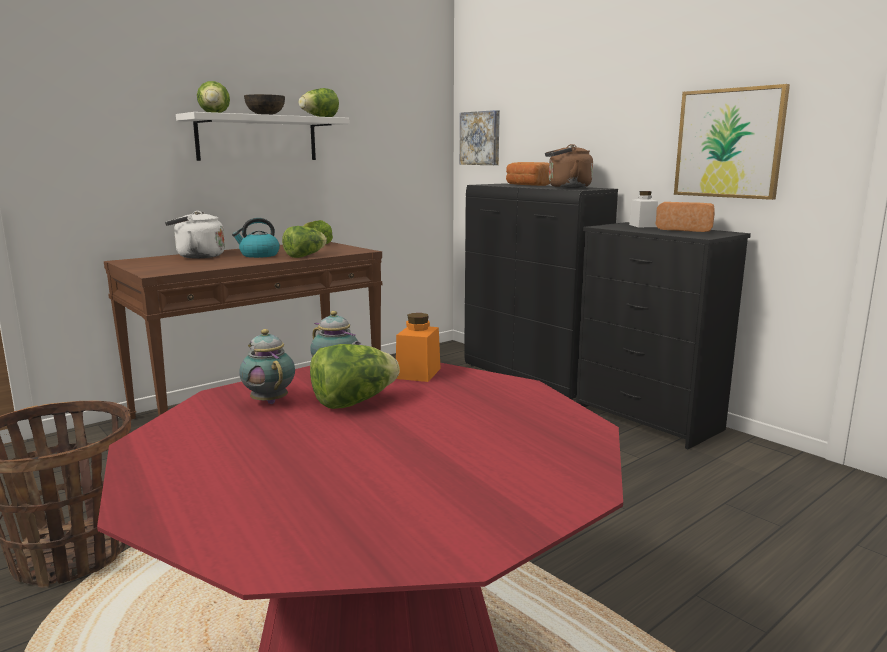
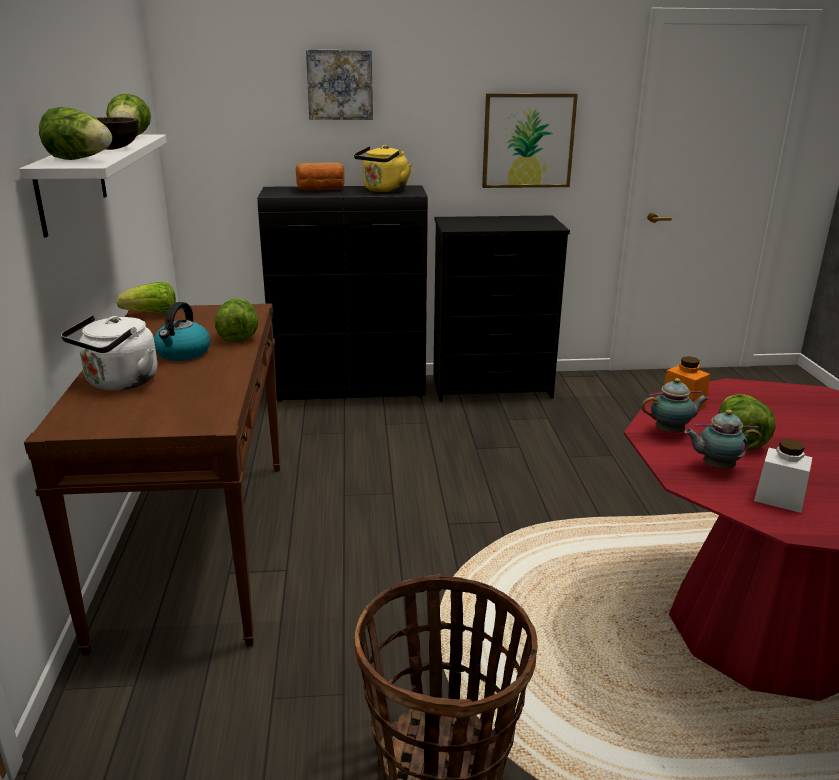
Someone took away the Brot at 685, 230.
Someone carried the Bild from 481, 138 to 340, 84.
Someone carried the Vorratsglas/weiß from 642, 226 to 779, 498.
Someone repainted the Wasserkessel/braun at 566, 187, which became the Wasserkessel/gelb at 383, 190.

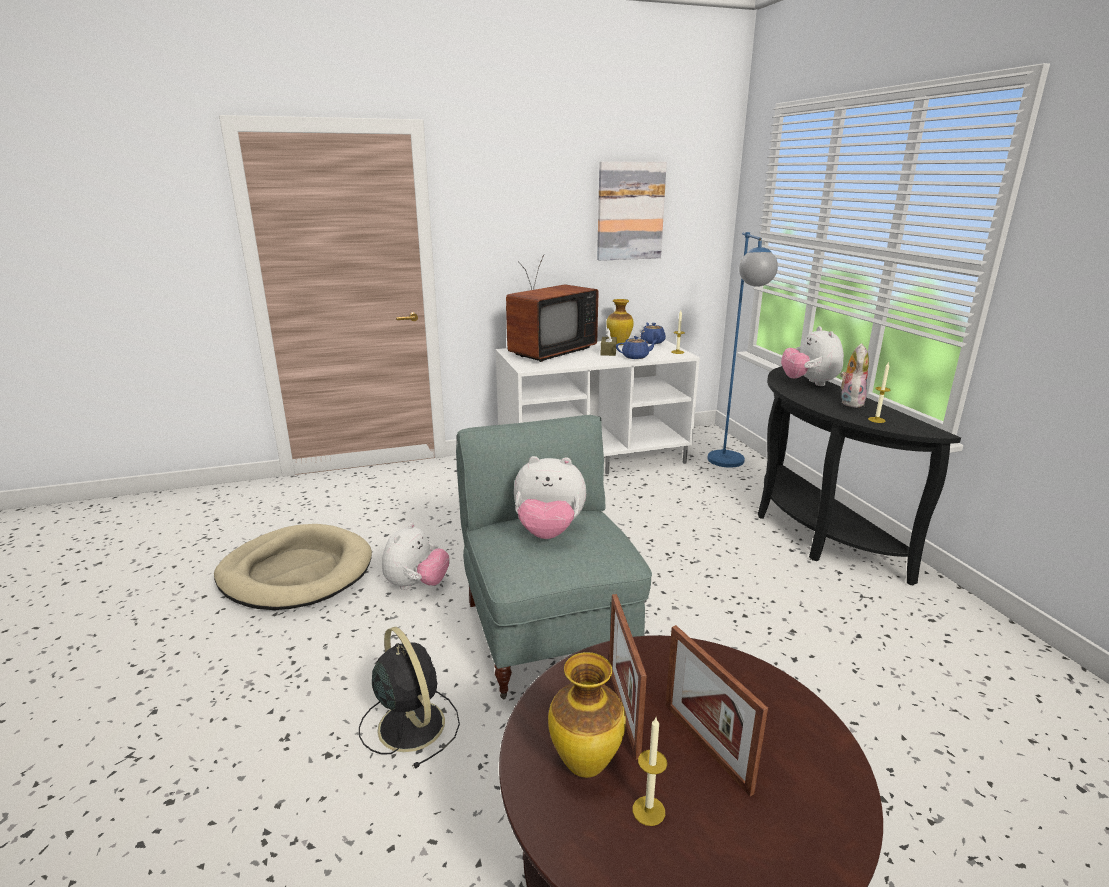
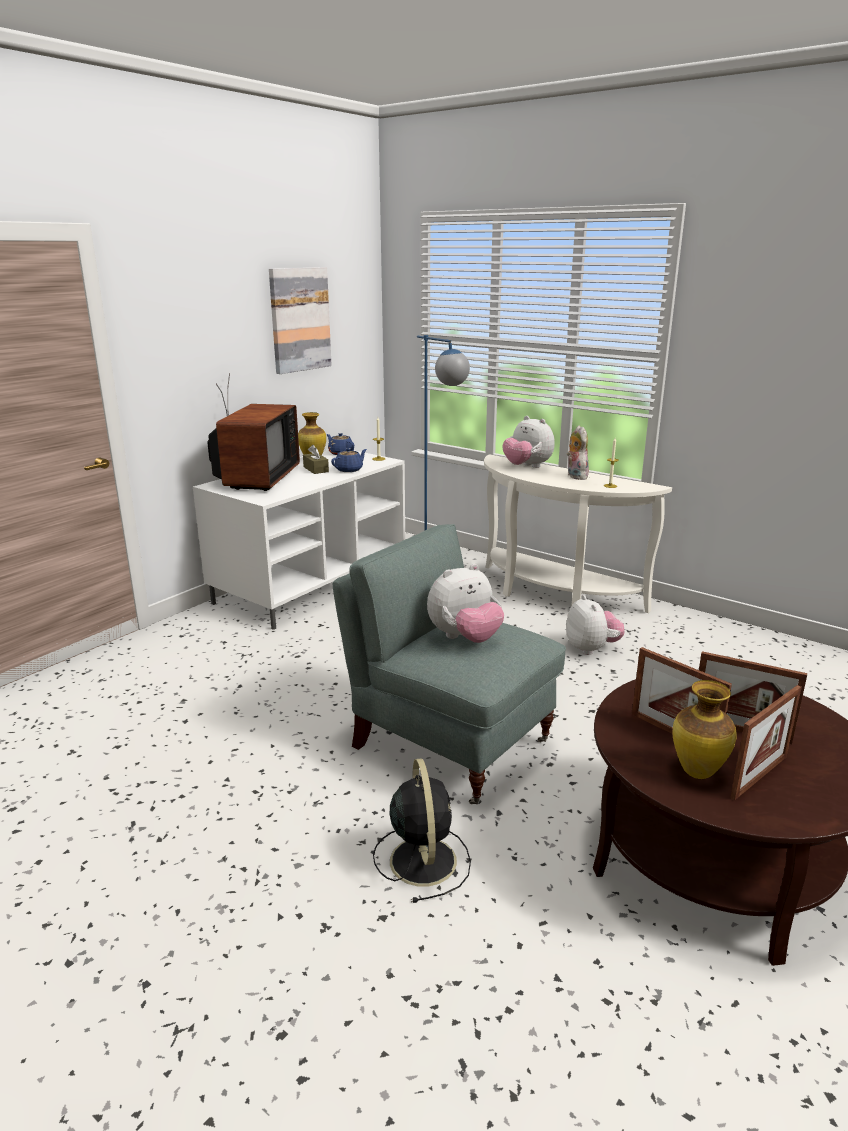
Someone took away the Hundebett/beige at 296, 572.
Someone carried the Plüschtier from 416, 585 to 592, 649.
Someone swapped the Kerze at 648, 811 for the Bilderrahmen at 759, 776.
Someone repainted the Konsolentisch/schwarz at 811, 531, which became the Konsolentisch/weiß at 552, 595.
Someone rotated the Ventilator/schwarz at 410, 723 by 60 degrees clockwise.

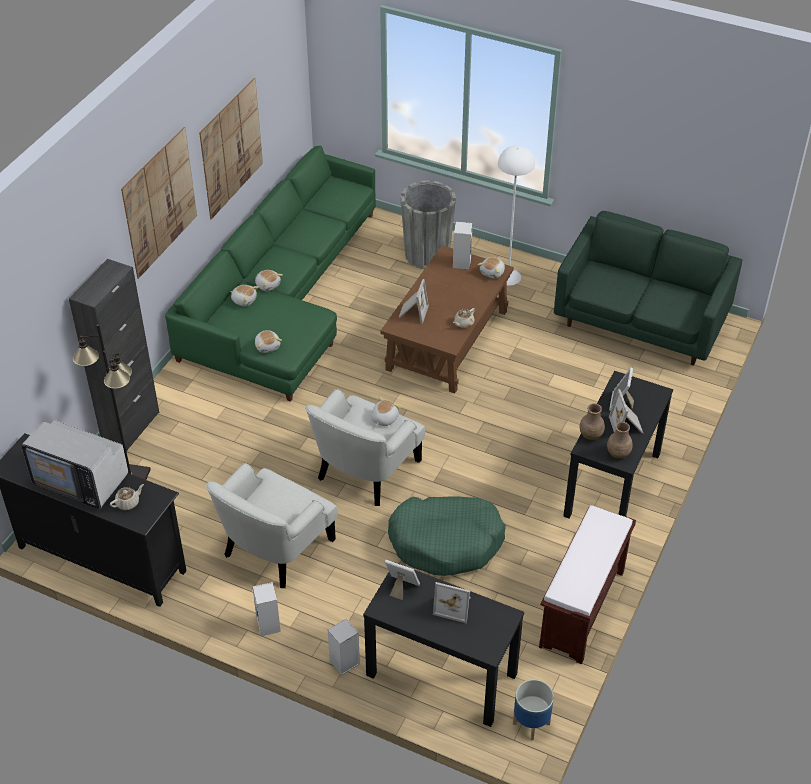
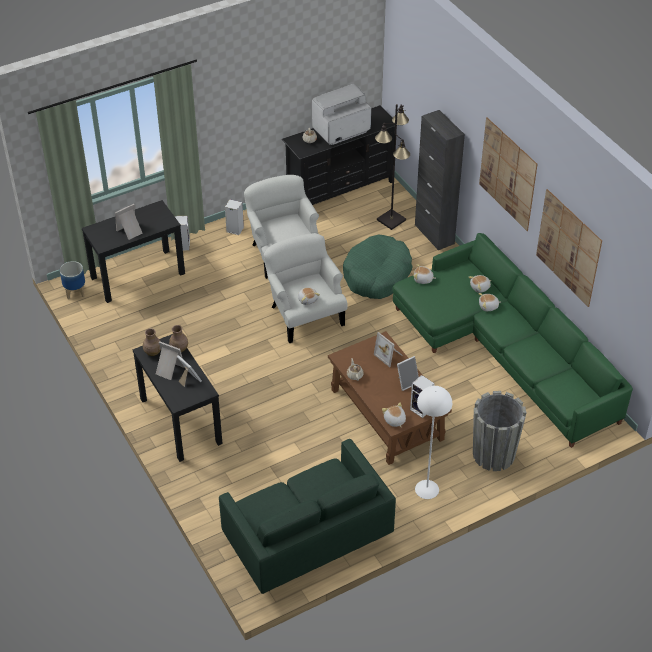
Someone took away the Bank/braun at 582, 610.
Someone carried the Bilderrahmen from 401, 587 to 407, 382.
Someone carried the Hundebett/grün from 446, 542 to 377, 275.

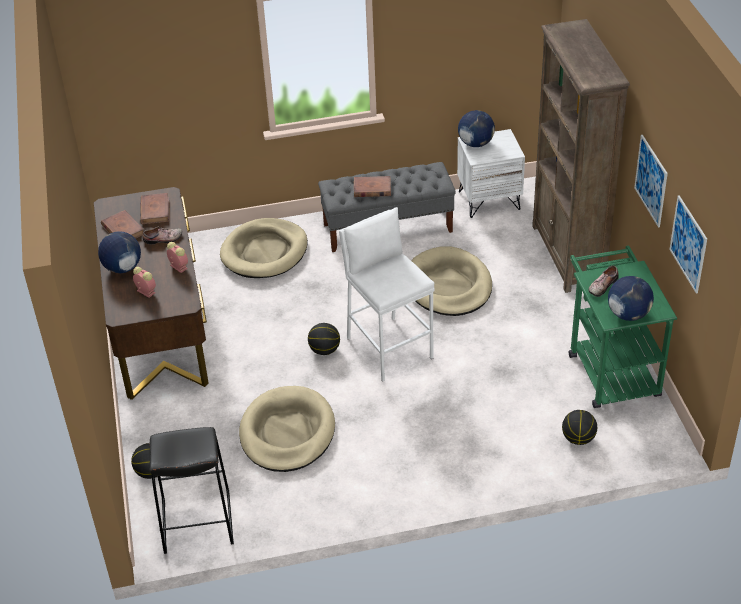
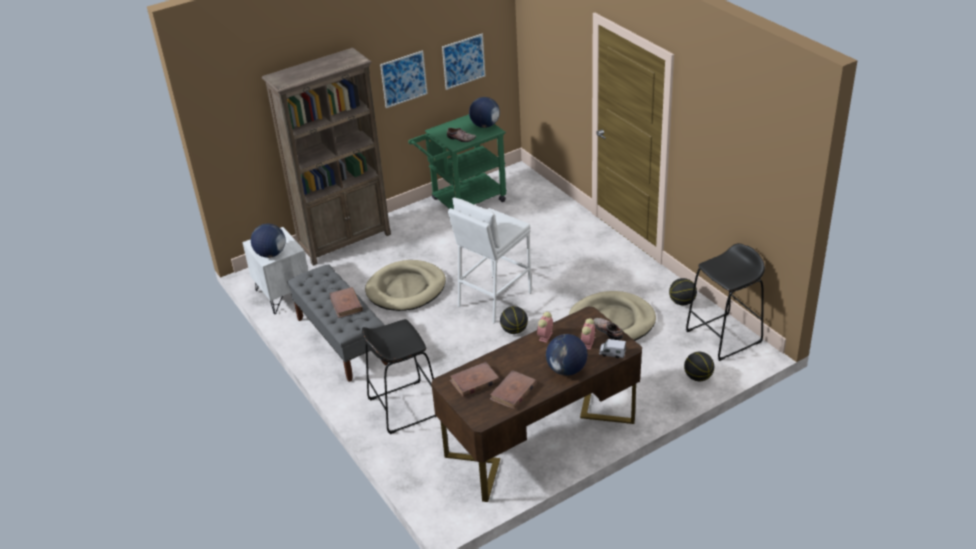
Someone put down the Spielzeuglaster at 612, 353.
Someone carried the Schuh from 163, 239 to 608, 331.
Someone carried the Basketball from 578, 439 to 682, 302.
Someone swapped the Hundebett/beige at 264, 252 for the Hocker/schwarz at 404, 407.

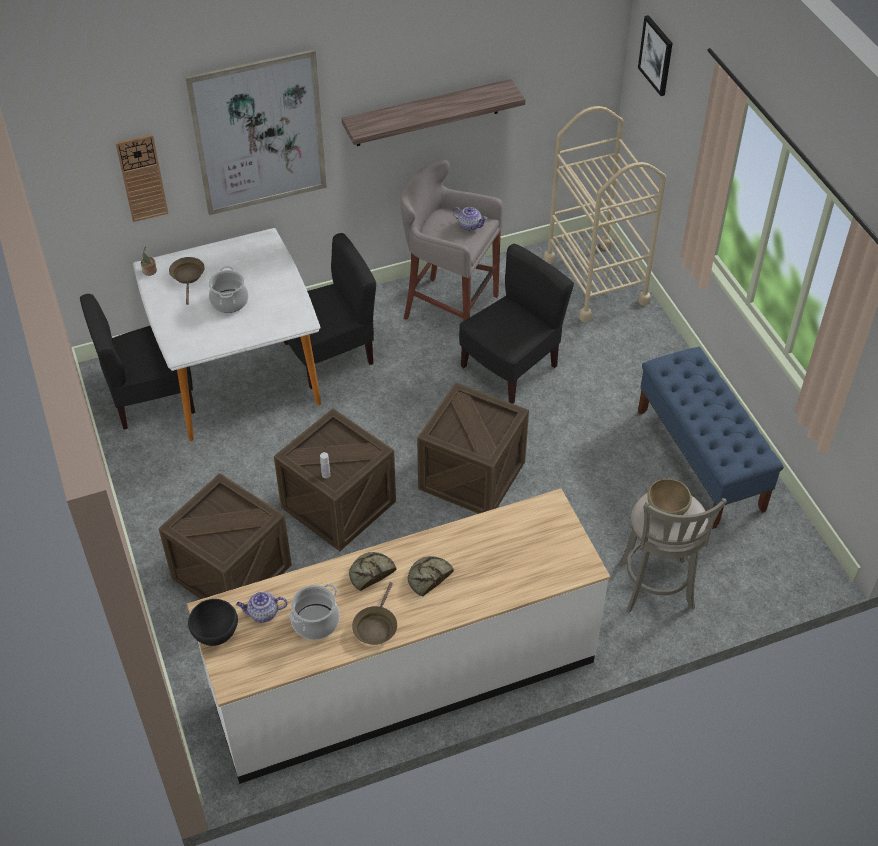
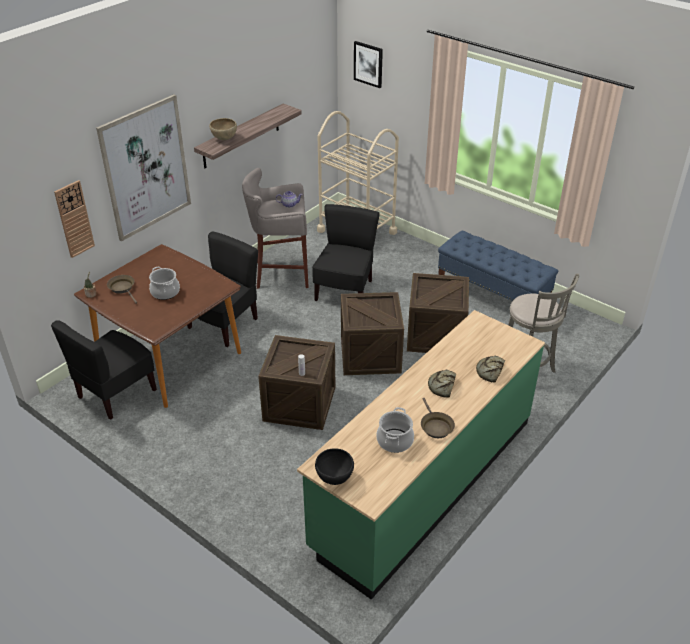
Someone took away the Teekanne at 263, 613.
Someone carried the Kiste from 231, 572 to 435, 335.
Someone carried the Brot from 370, 573 to 490, 371.
Someone carried the Schüssel/braun from 666, 511 to 224, 139.
Someone repainted the Esstisch/weiß at 237, 375, which became the Esstisch/braun at 169, 357.
Someone repainted the Küchenzeile/weiß at 403, 676, which became the Küchenzeile/grün at 423, 482.

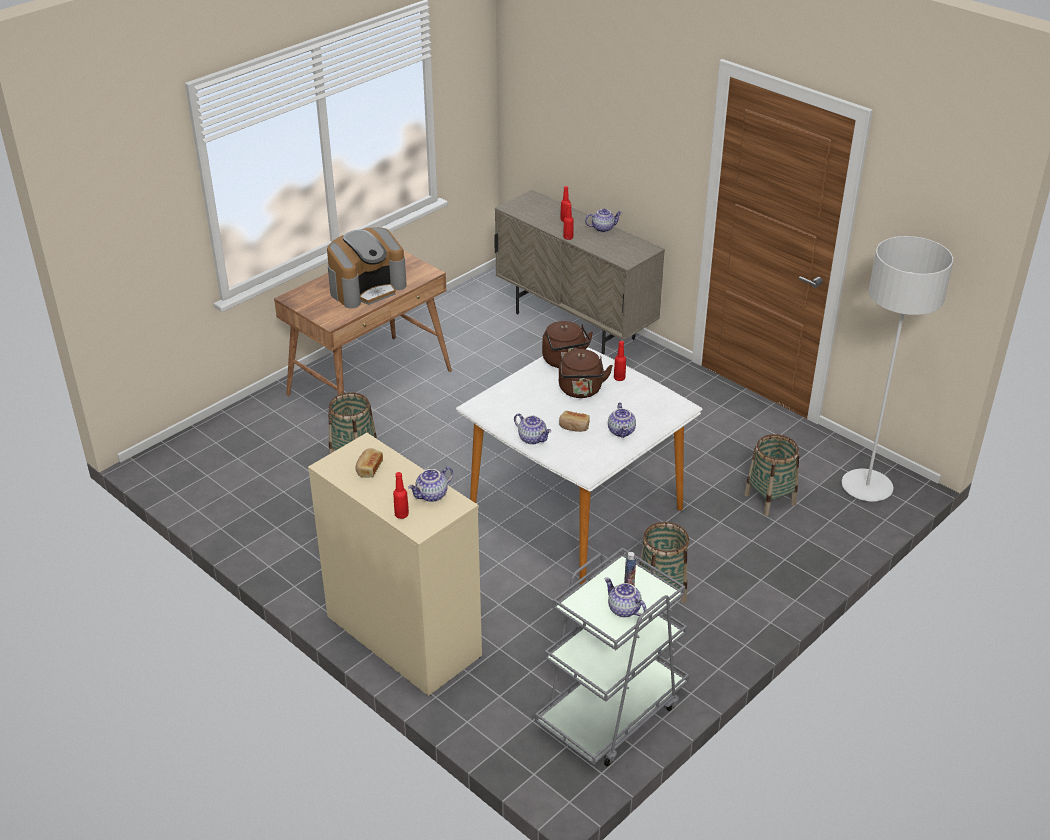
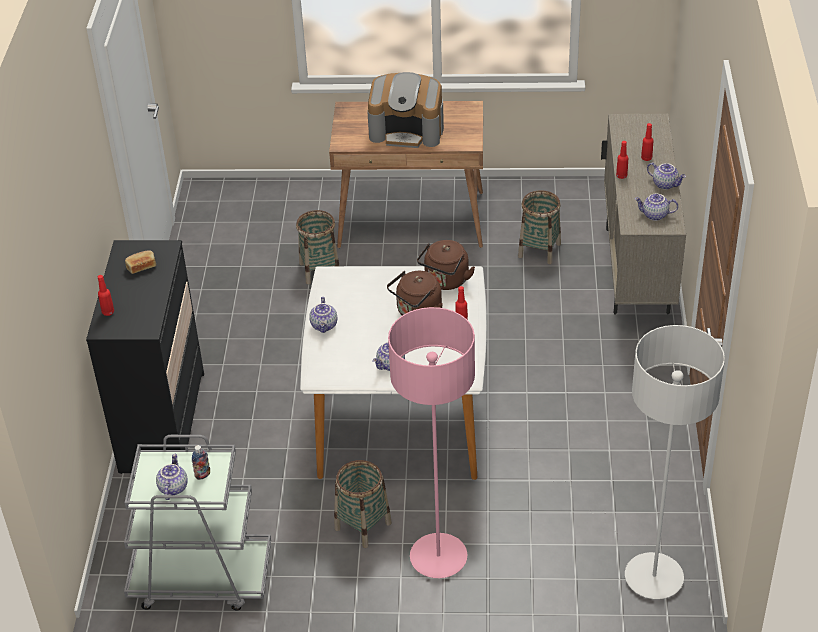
Someone took away the Brot at 574, 427.
Someone put down the Stehlampe/rosa at 438, 557.
Someone carried the Teekanne from 432, 495 to 654, 215.
Someone carried the Korb from 770, 499 to 539, 250.
Someone repainted the Kommode/beige at 403, 636, which became the Kommode/schwarz at 163, 422.

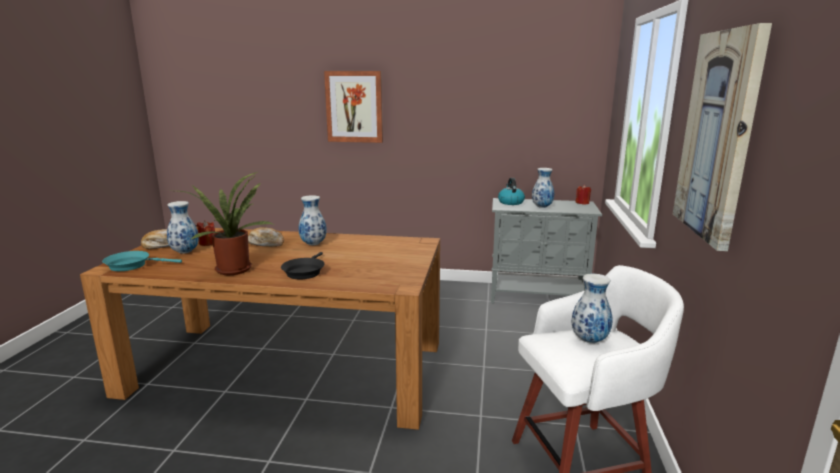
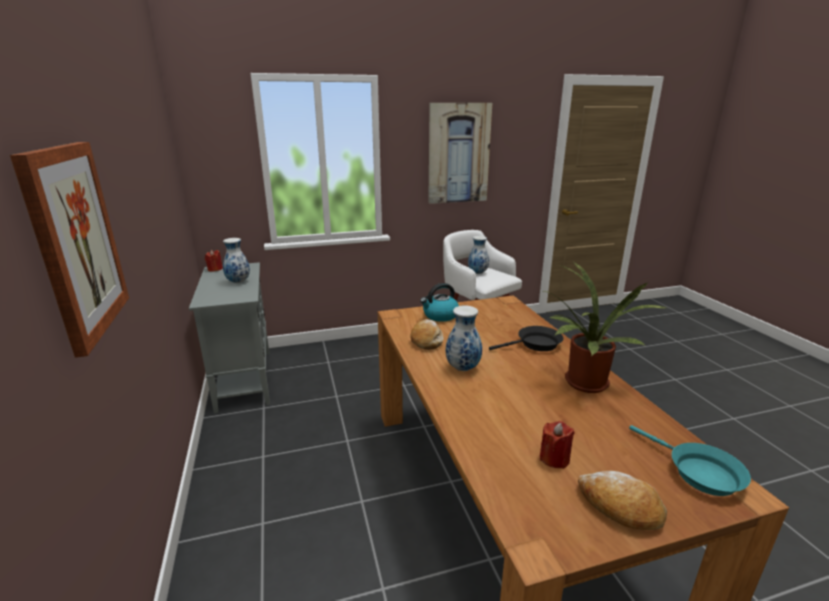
Someone took away the Vase at 185, 252.
Someone carried the Brot from 266, 243 to 426, 340.
Someone carried the Wasserkessel from 510, 202 to 440, 316.

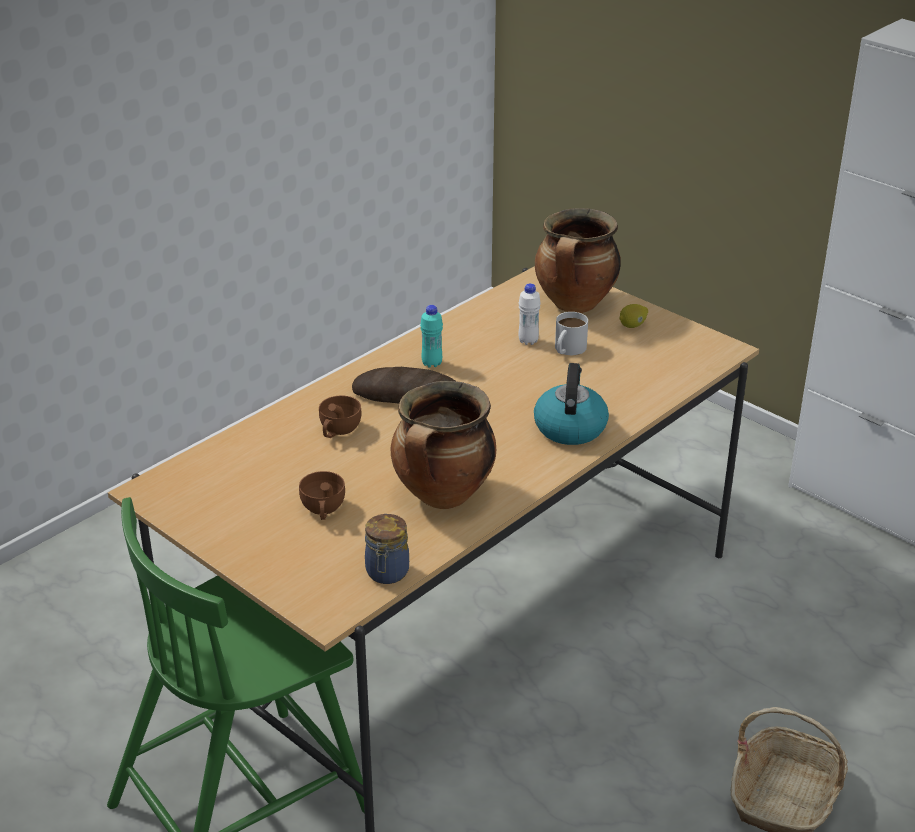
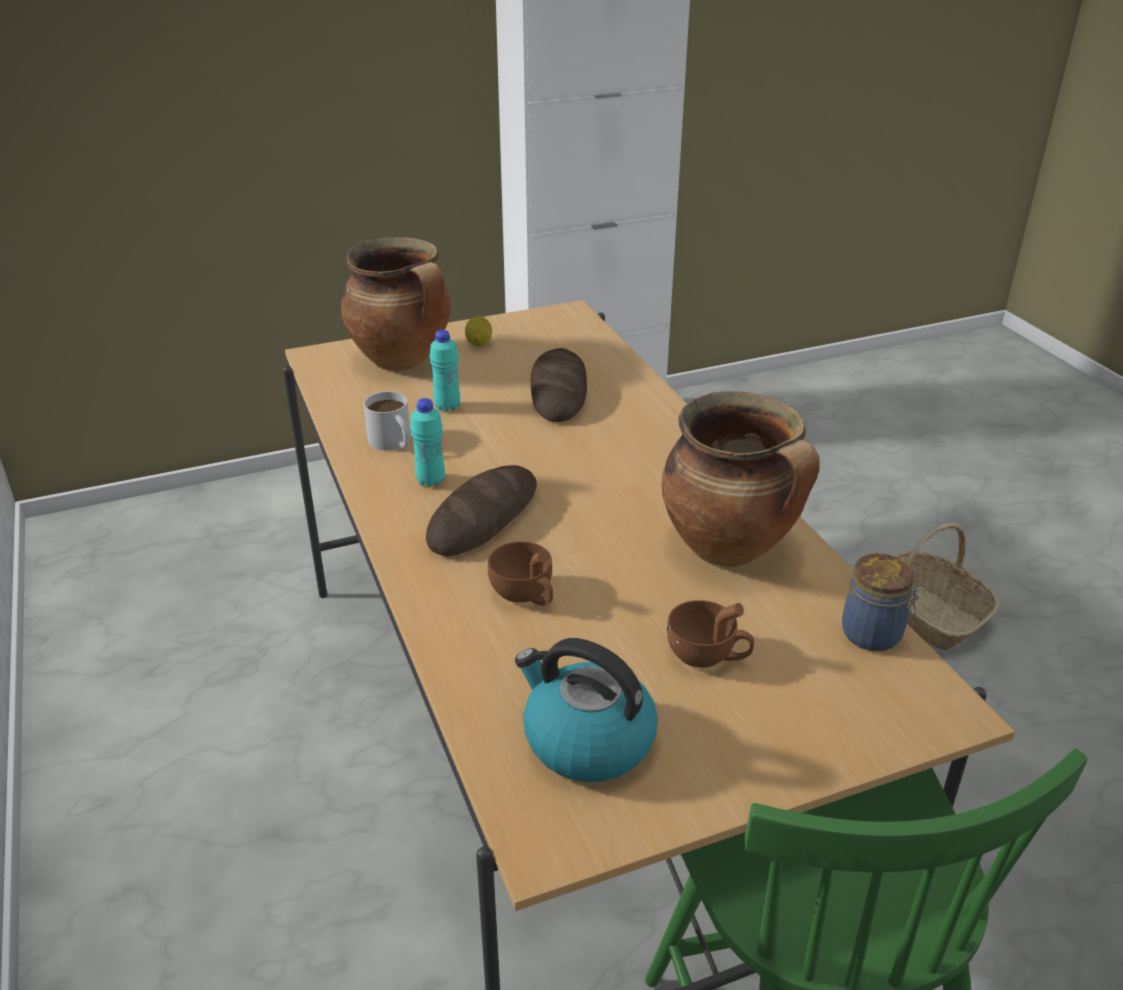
Someone put down the Brot at 558, 392.
Someone carried the Wasserkessel from 569, 427 to 586, 741.
Someone carried the Henkelbecher/weiß from 567, 350 to 393, 443.
Someone repainted the Flasche/weiß at 528, 341, which became the Flasche/türkis at 447, 407.

